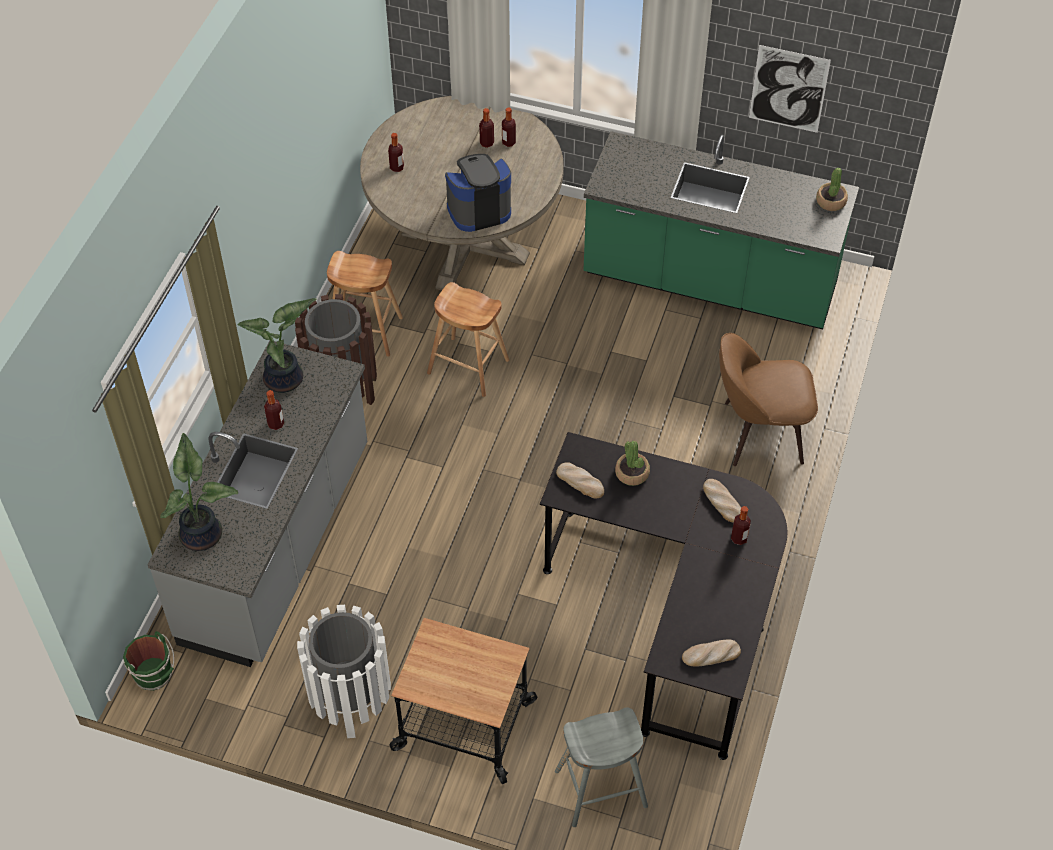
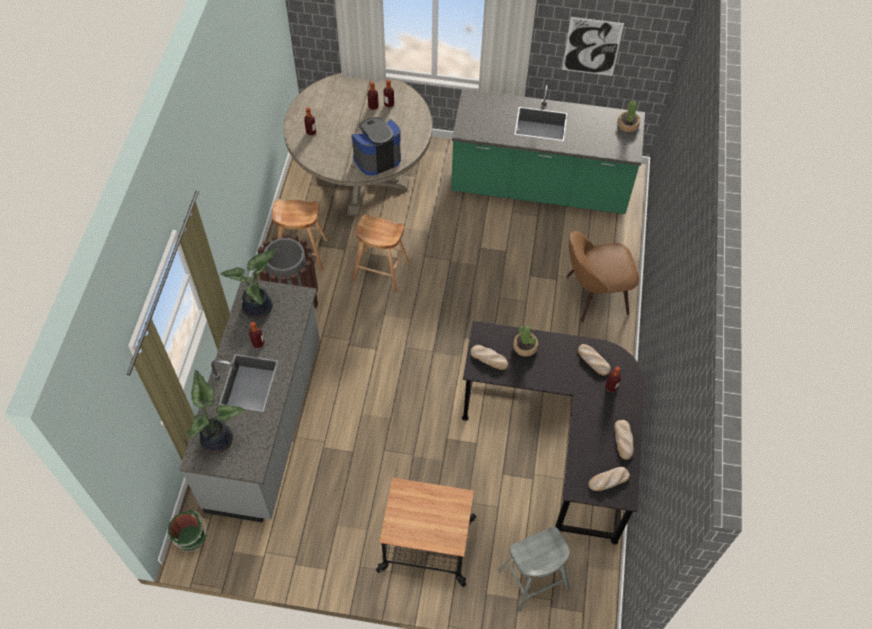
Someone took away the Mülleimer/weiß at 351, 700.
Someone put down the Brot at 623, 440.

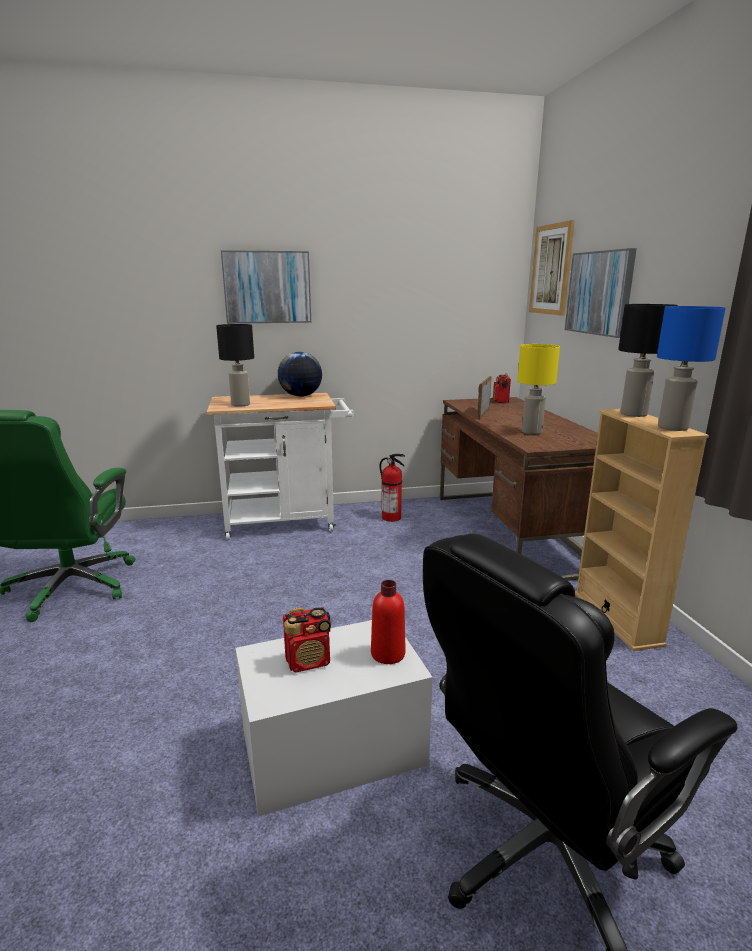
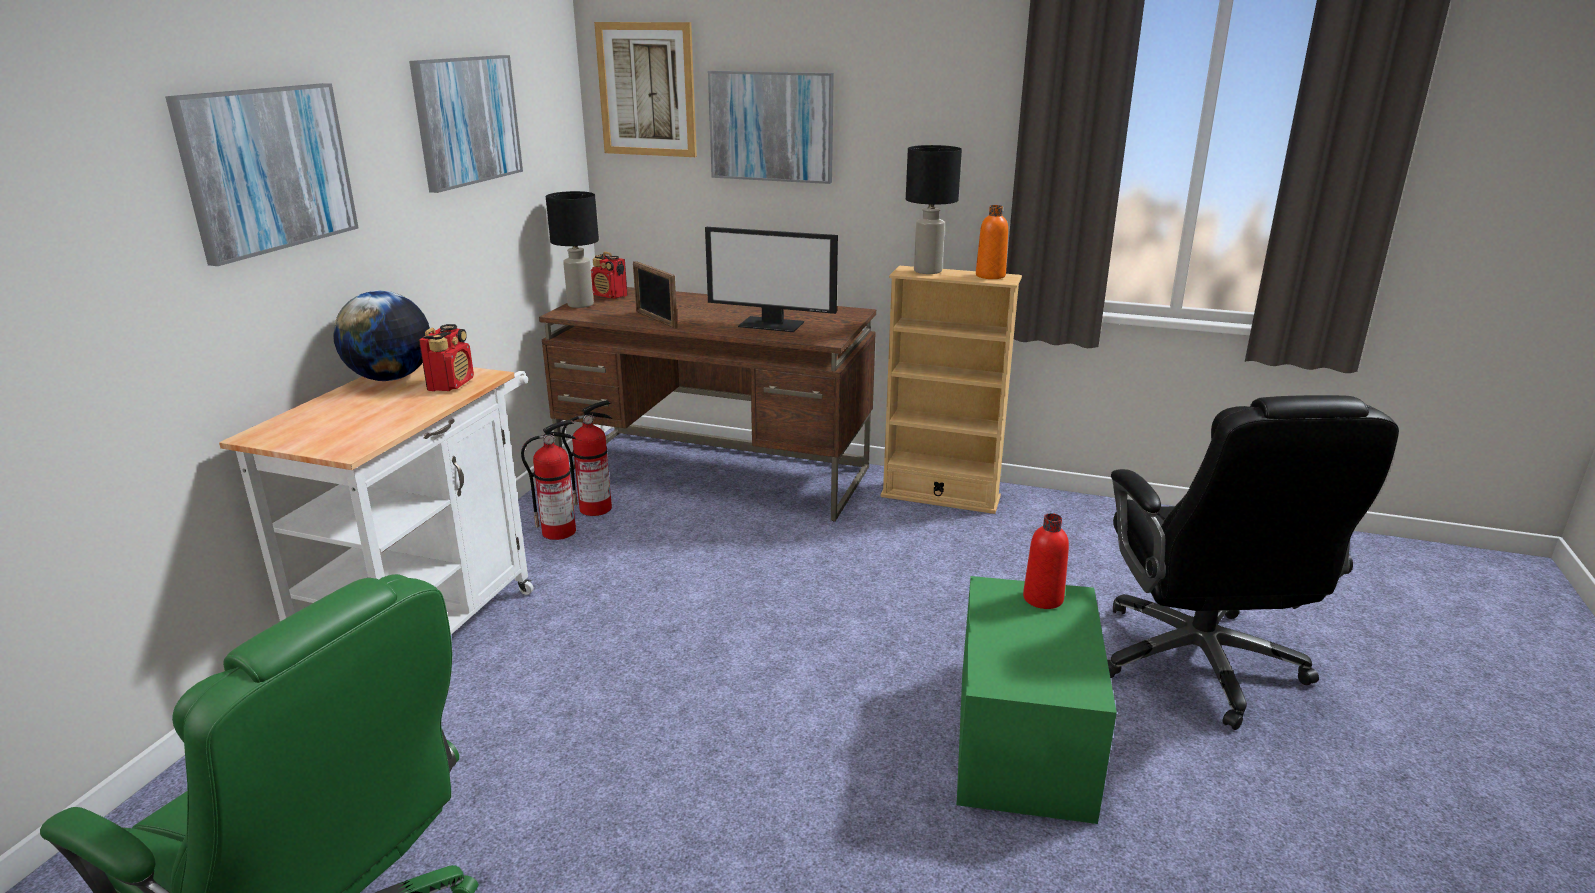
Someone put up the Bild at 467, 120.
Someone put down the Feuerlöscher at 596, 508.
Someone carried the Tischlampe/schwarz from 241, 404 to 580, 304.
Someone carried the Radio from 309, 661 to 451, 384.
Someone swapped the Tischlampe/gelb at 532, 432 for the Monitor at 772, 324.
Someone swapped the Tischlampe/blau at 672, 427 for the Flasche/orange at 990, 276.
Someone repainted the Aufbewahrungsbox/weiß at 332, 747, which became the Aufbewahrungsbox/grün at 1023, 741.

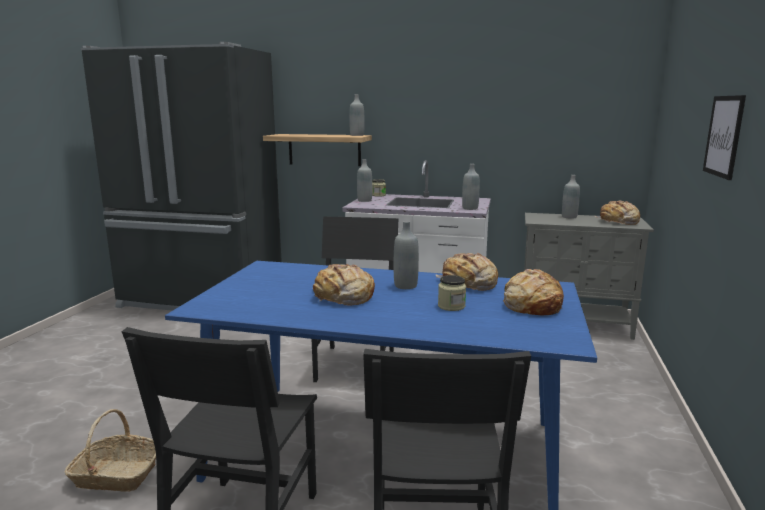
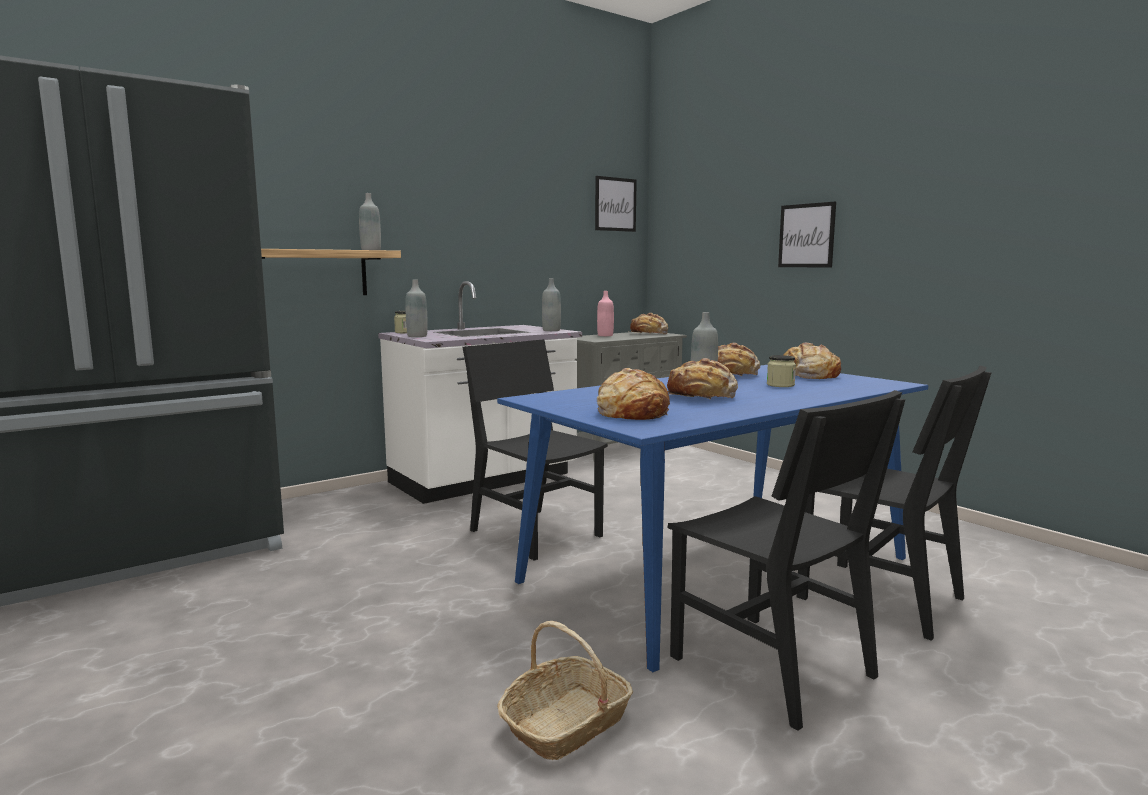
Someone put up the Bild at 615, 204.
Someone put down the Brot at 632, 412.
Someone repainted the Flasche/grau at 569, 217, which became the Flasche/rosa at 605, 335.

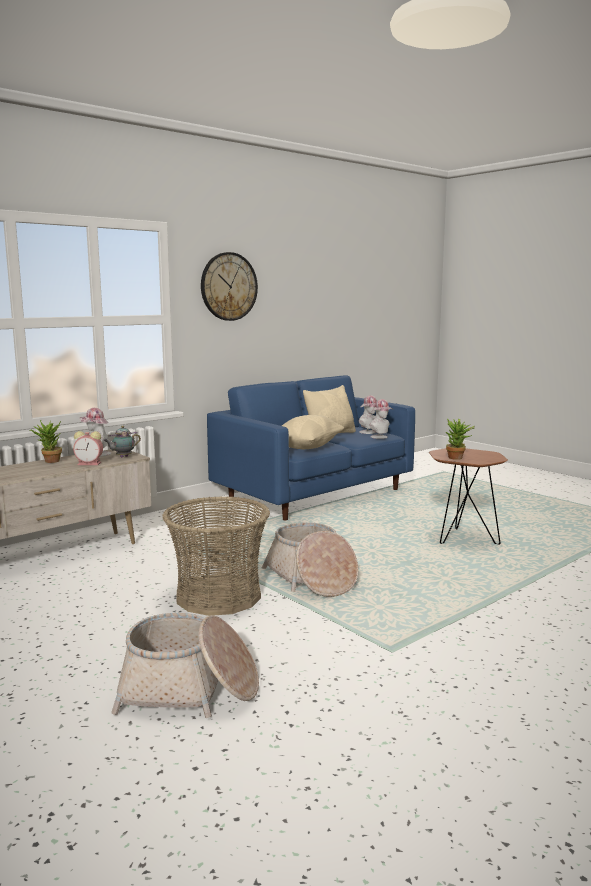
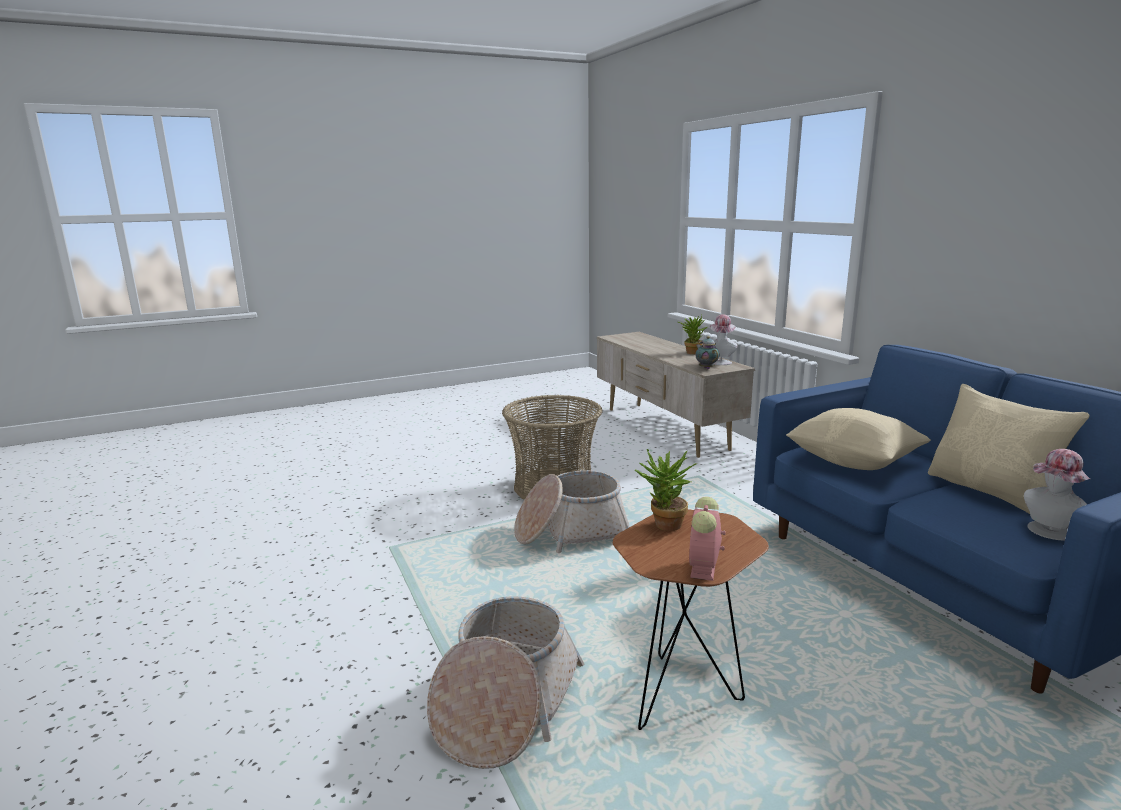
Someone took away the Wanduhr at 228, 286.
Someone took away the Hut at 381, 437.
Someone carried the Wecker from 90, 463 to 703, 569.
Someone carried the Korb from 189, 690 to 505, 704.

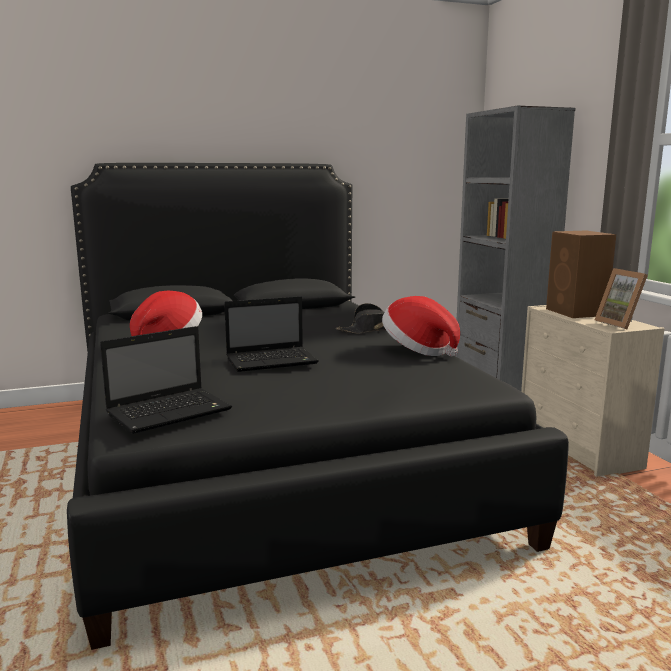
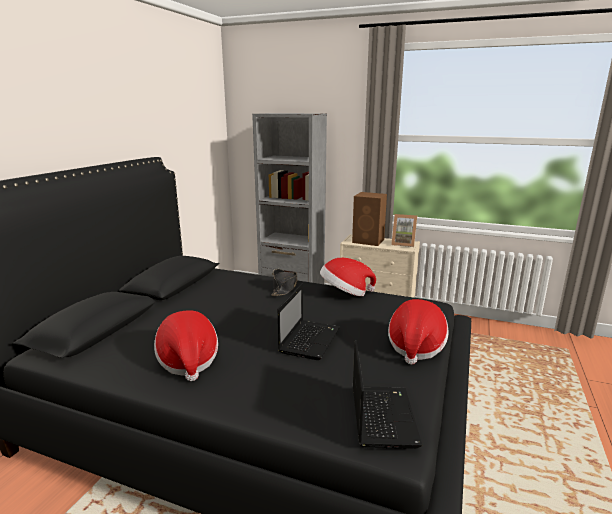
Someone put down the Hut at 415, 346.

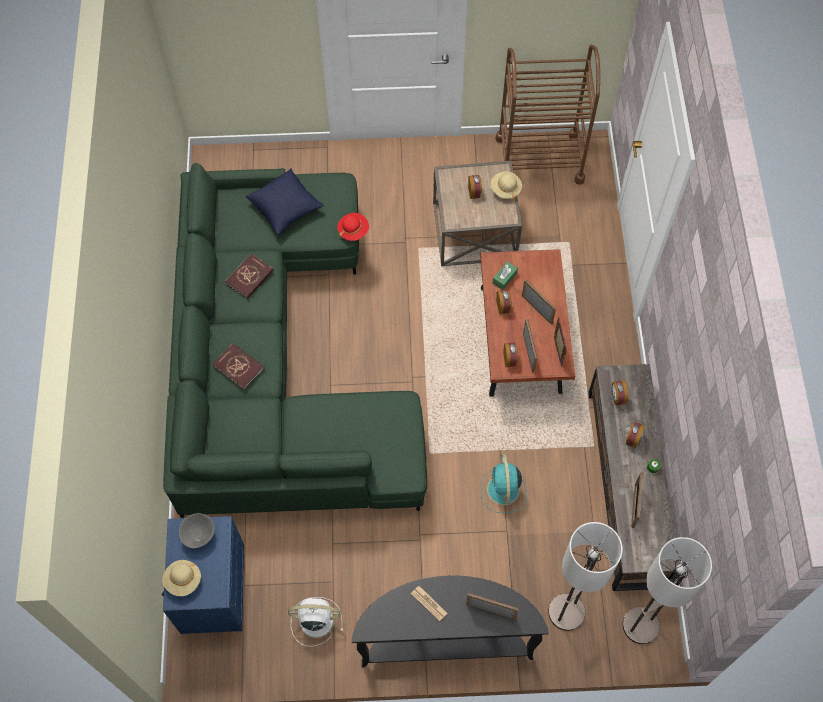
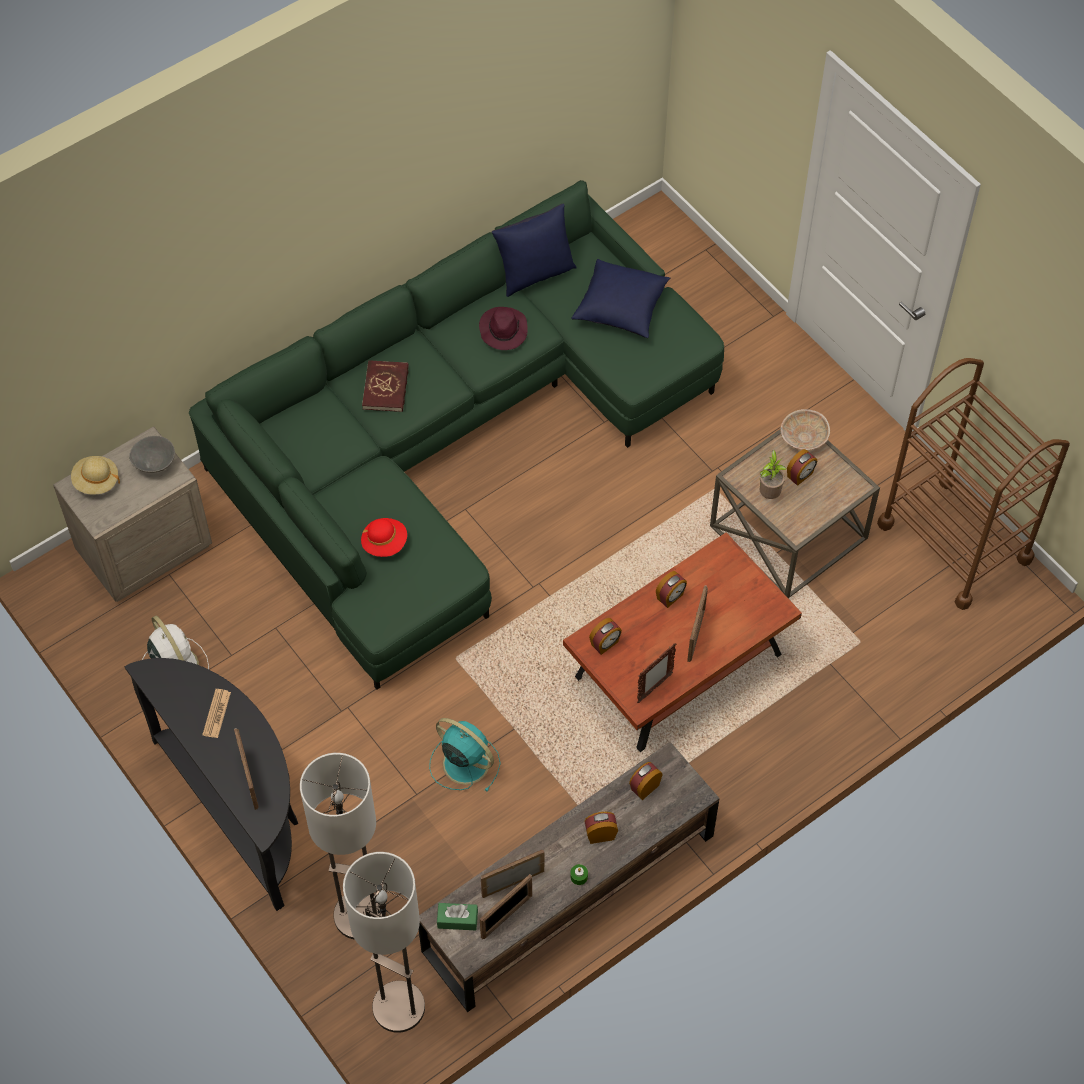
Someone took away the Hut/beige at 505, 189.
Someone put down the Kissen/blau at 534, 274.
Someone put down the Topfpflanze at 769, 493.
Someone put down the Schüssel/beige at 803, 437.
Someone carried the Hut/rot from 353, 231 to 385, 543.
Someone carried the Taschentuchbox/grün from 504, 278 to 457, 919.
Someone carried the Bilderrahmen from 528, 353 to 507, 916.
Someone swapped the Buch/rot at 250, 277 for the Hut/lila at 503, 330.
Someone repainted the Nachttisch/blau at 212, 590, which became the Nachttisch/beige at 144, 548.
Someone rotated the Ventilator/türkis at 503, 491 by 75 degrees clockwise.

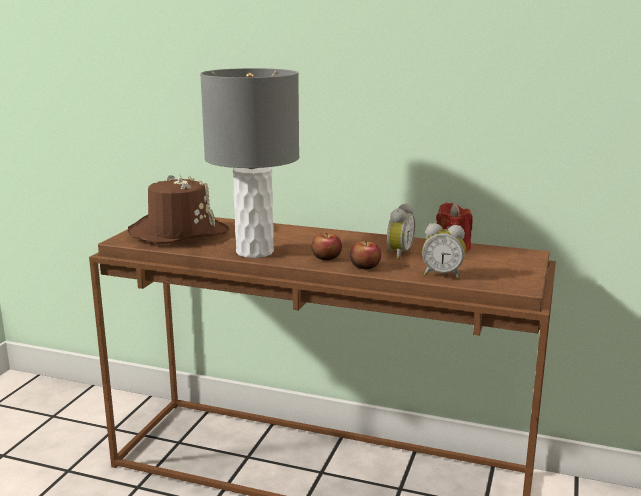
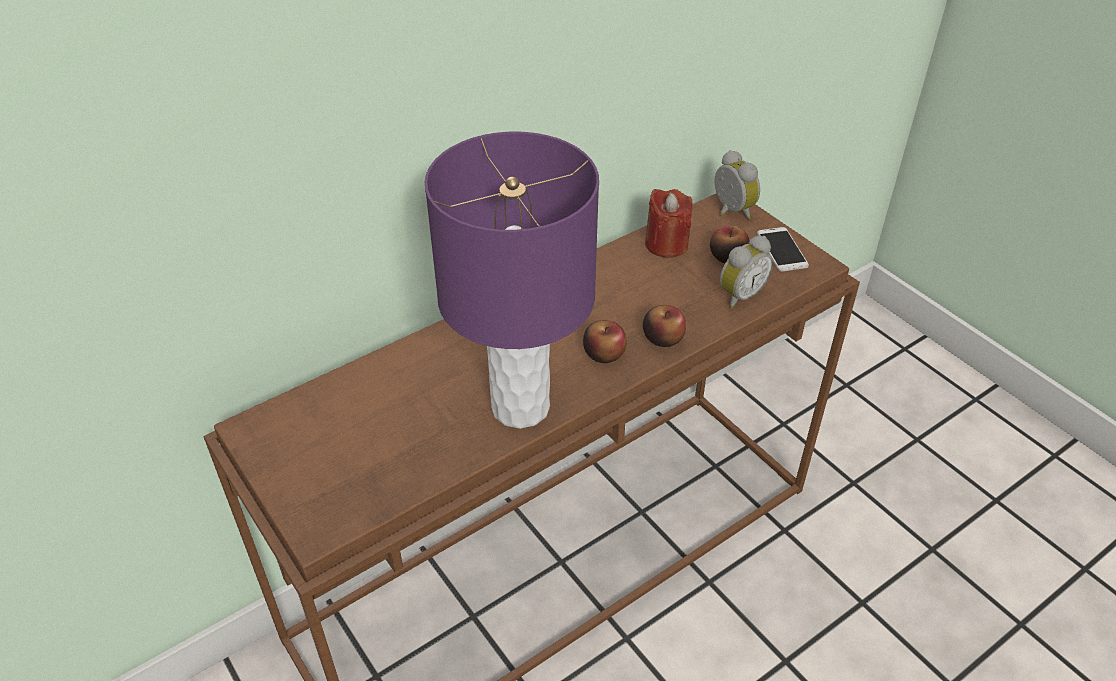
Someone took away the Hut/braun at 178, 232.
Someone put down the Apfel at 727, 257.
Someone put down the Handy at 782, 250.
Someone carried the Wecker from 398, 253 to 730, 211.
Someone repainted the Tischlampe/grau at 254, 252, which became the Tischlampe/lila at 519, 407.

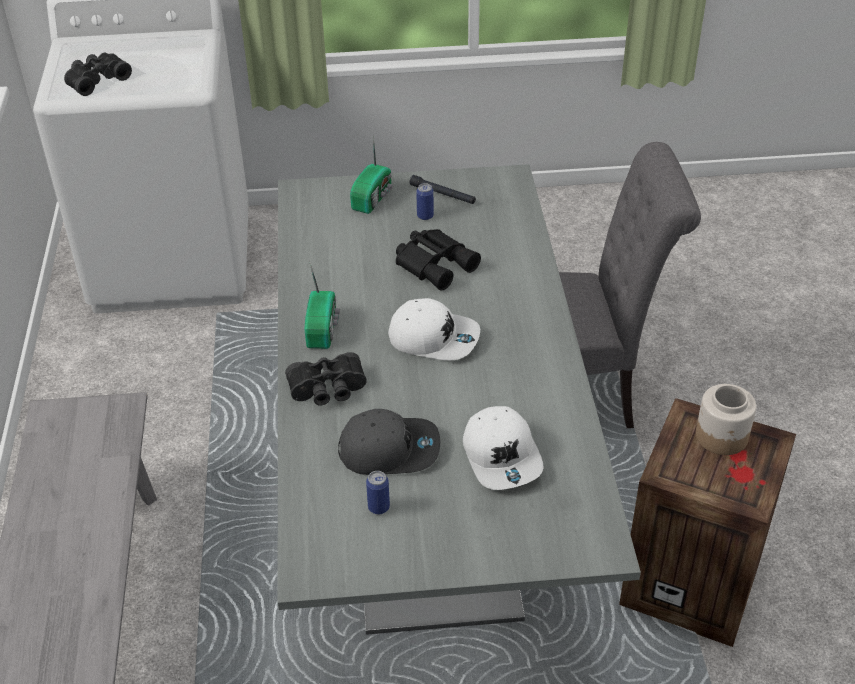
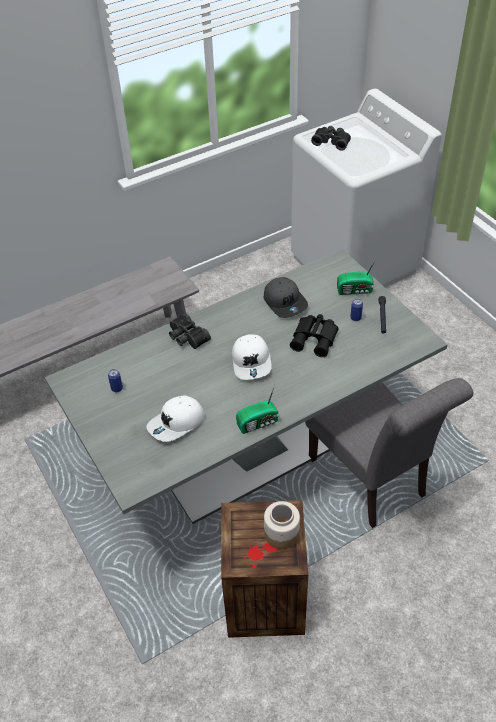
Someone carried the Radio from 323, 328 to 259, 423.
Someone carried the Kappe/grau from 389, 449 to 285, 302.

